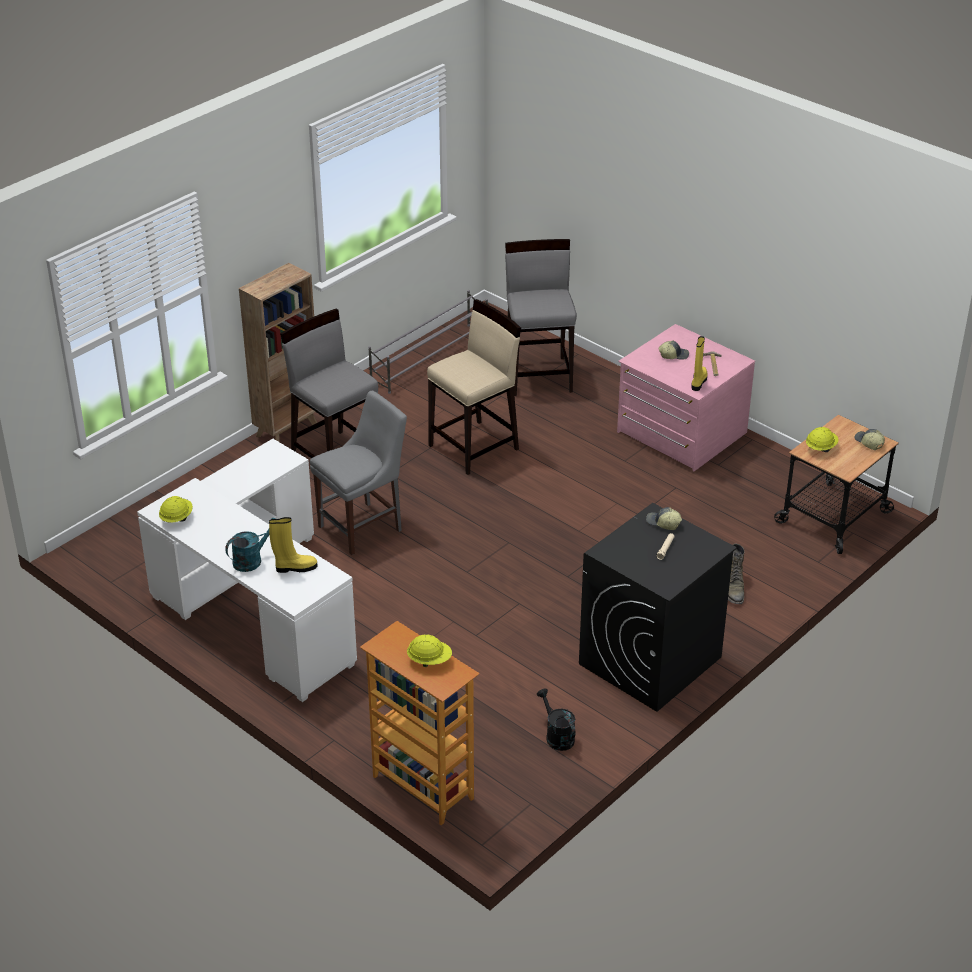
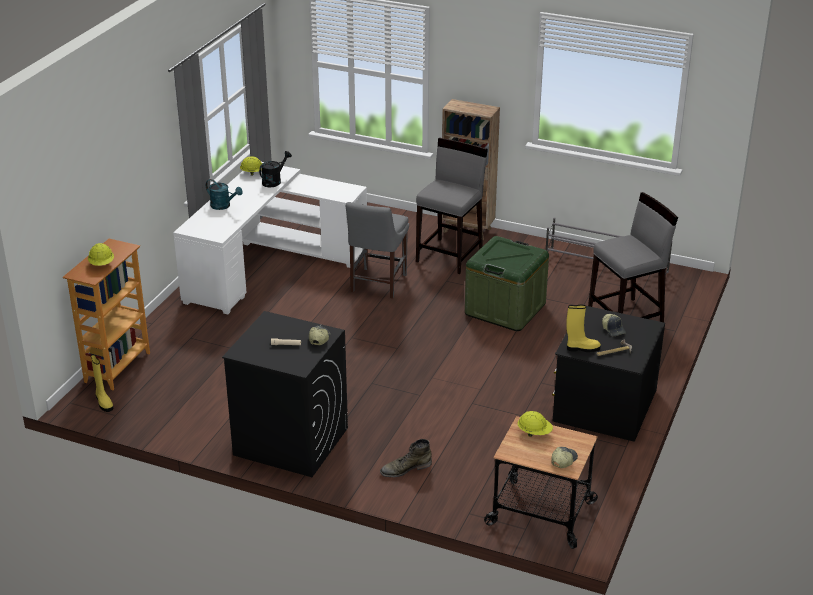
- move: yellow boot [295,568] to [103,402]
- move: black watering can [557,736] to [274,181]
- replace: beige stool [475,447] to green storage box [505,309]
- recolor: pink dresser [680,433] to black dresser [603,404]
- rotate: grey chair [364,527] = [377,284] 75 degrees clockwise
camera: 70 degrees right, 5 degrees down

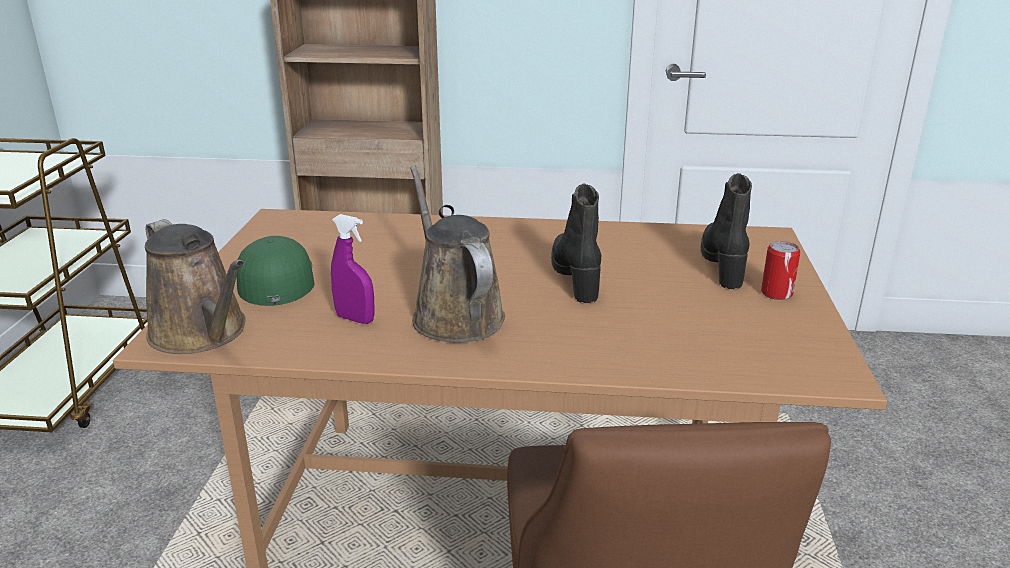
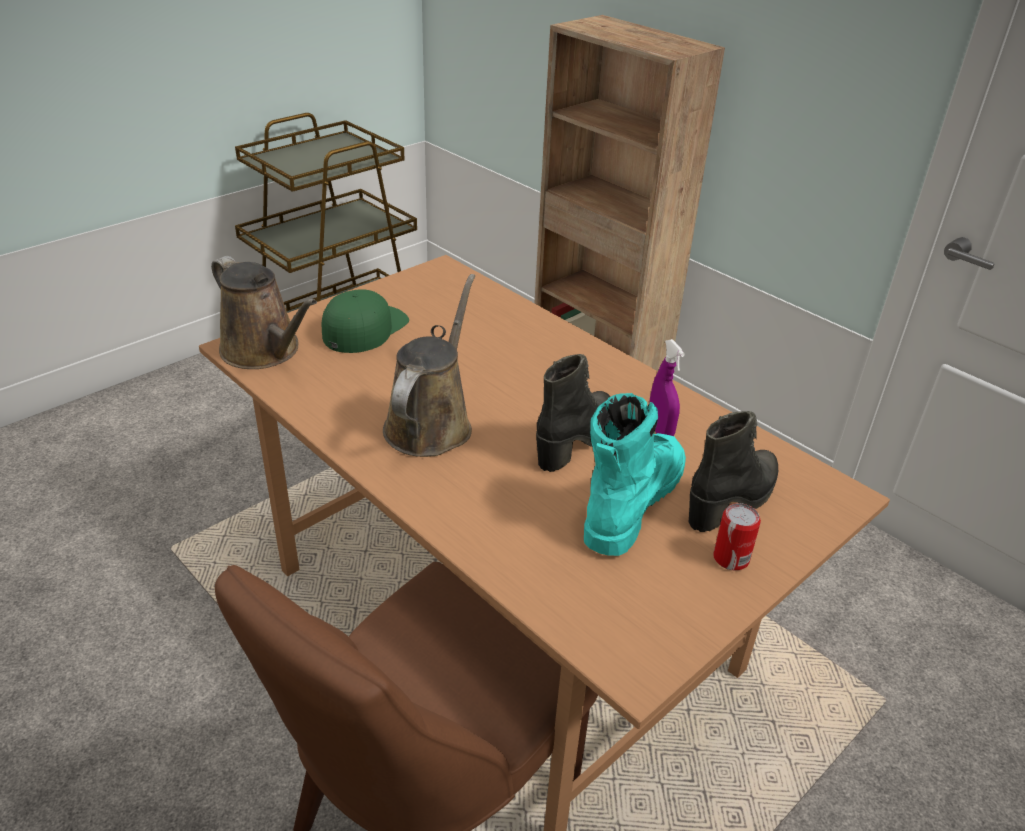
- insert: turquoise boot [631,501]
- move: purple spray bottle [355,319] to [660,431]
- rotate: brown watering can [202,333] = [265,351] 45 degrees counterclockwise
camera: 40 degrees right, 10 degrees up

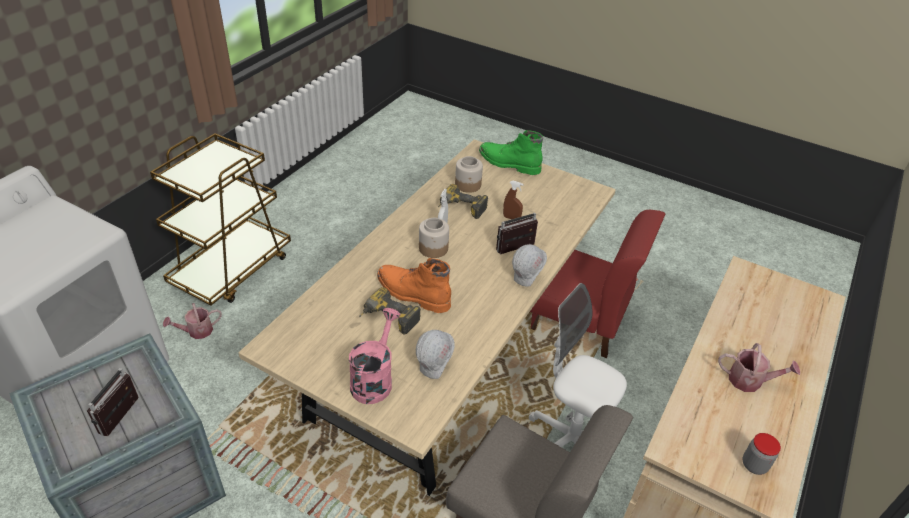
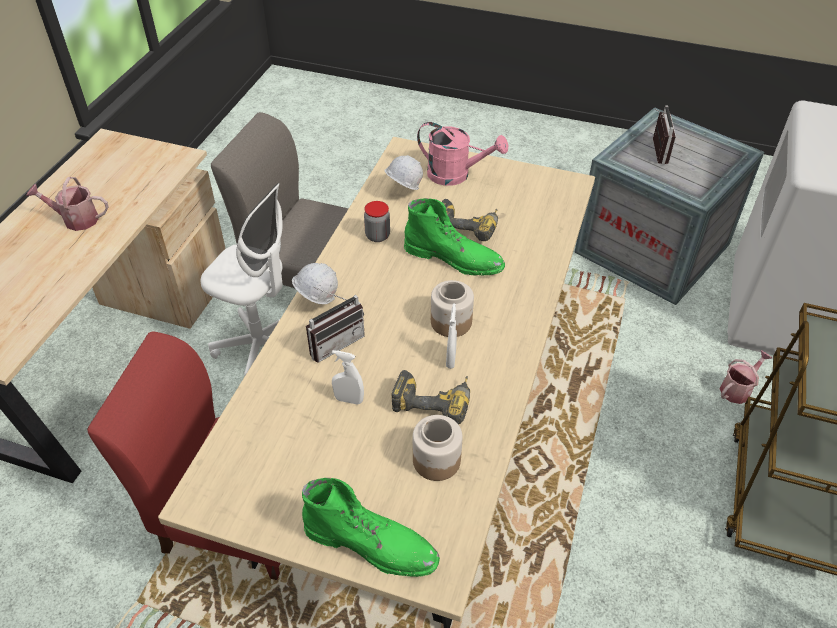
- move: jar [754,465] to [377,236]
- recolor: orange boot [412,293] to green boot [454,258]
- recolor: brown spray bottle [511,218] to white spray bottle [349,400]
- rotate: pink watering can [374,379] = [456,175] 75 degrees counterclockwise
camera: 170 degrees right, 5 degrees up

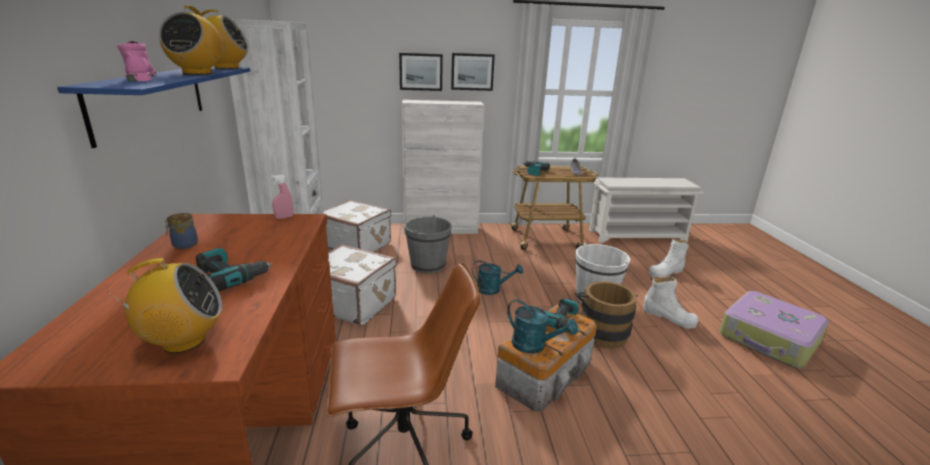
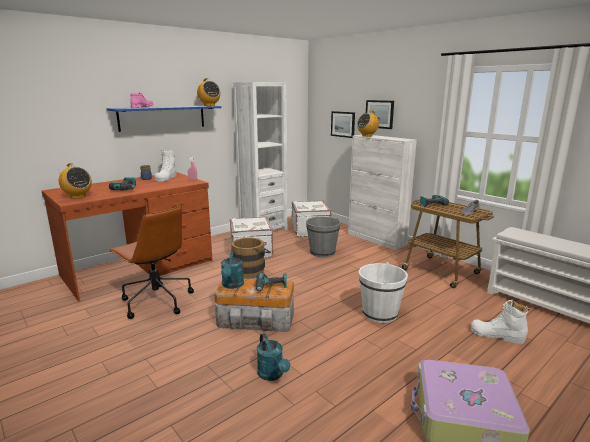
- move: radio [197,73] to [367,136]
- move: picture [472,72] to [343,124]
- move: turquoise watering can [493,289] to [272,375]
- move: brown bucket [601,331] to [251,271]
- move: white boot [669,317] to [166,178]
camera: 55 degrees right, 5 degrees down

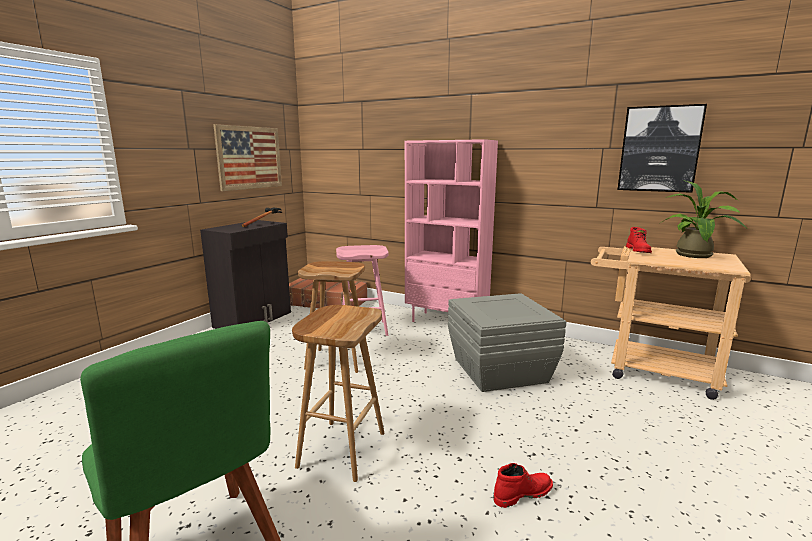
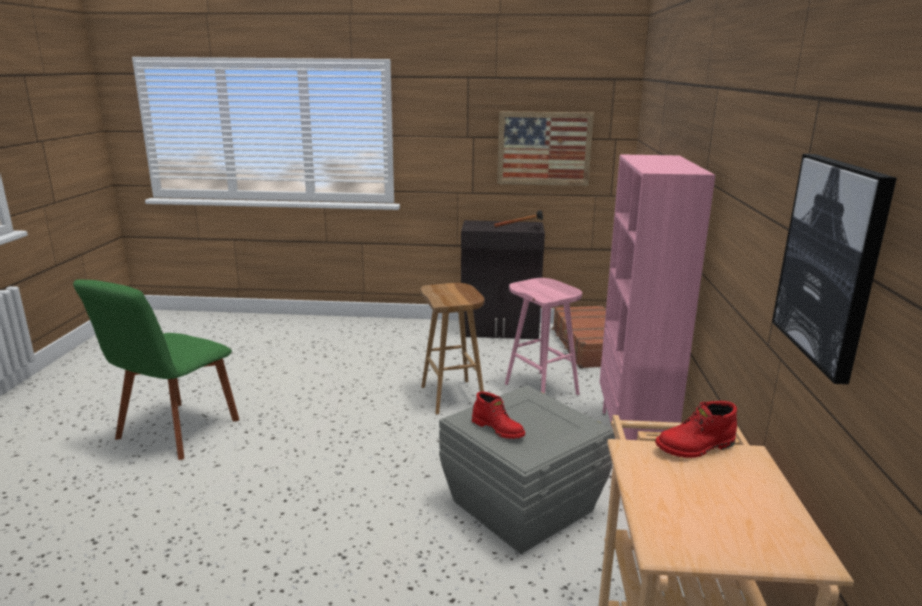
- delete: brown stool [341,448]
- delete: potted plant [695,256]
- move: red boot [522,493] to [498,429]
camera: 65 degrees right, 5 degrees up

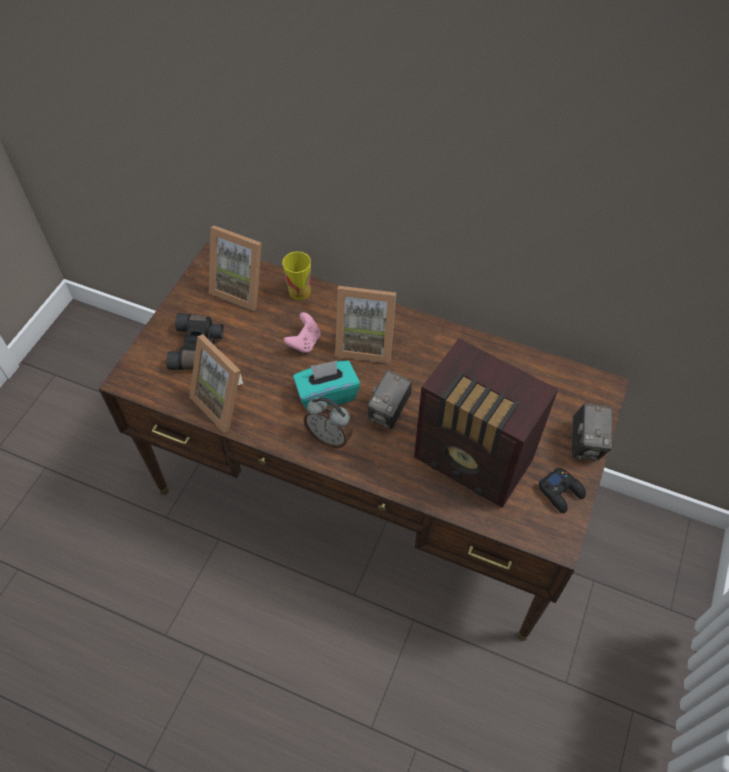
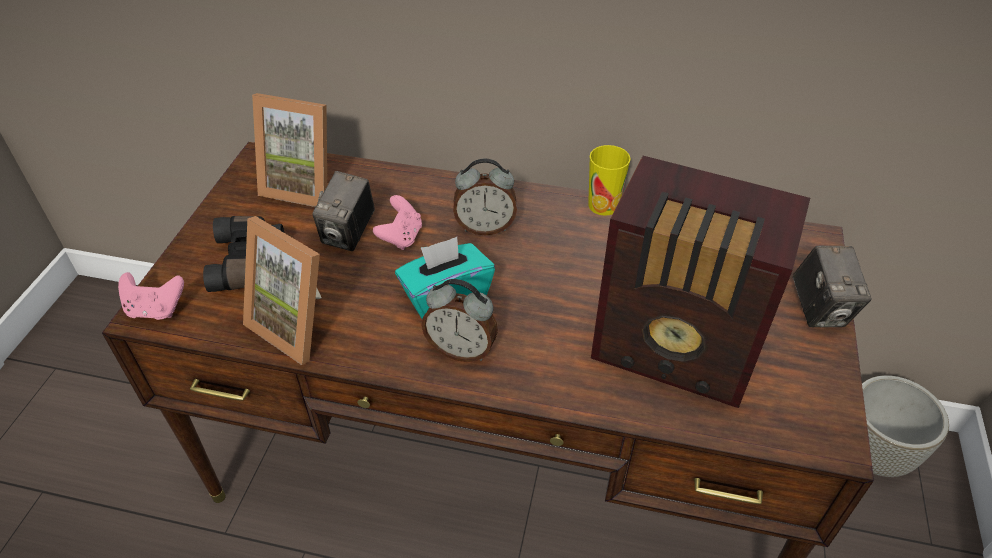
- delete: black game controller [561,492]
- insert: pink game controller [156,309]
- insert: grey planter [873,455]
- move: cup [299,291] to [603,205]
- move: photo camera [389,412] to [349,234]
- replace: picture frame [365,342] to alarm clock [485,227]
camera: 10 degrees left, 10 degrees down

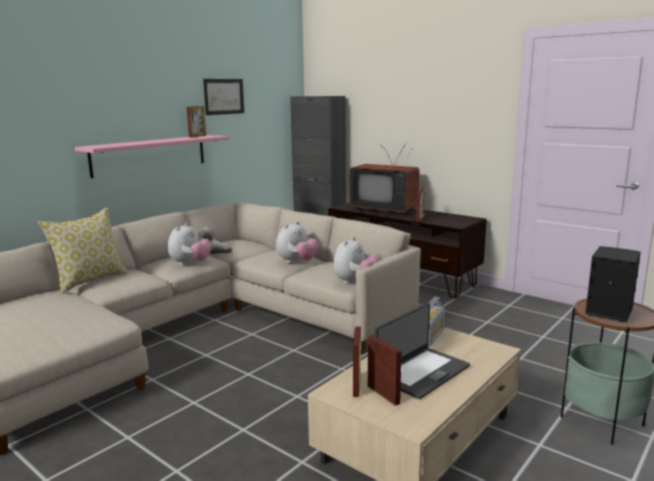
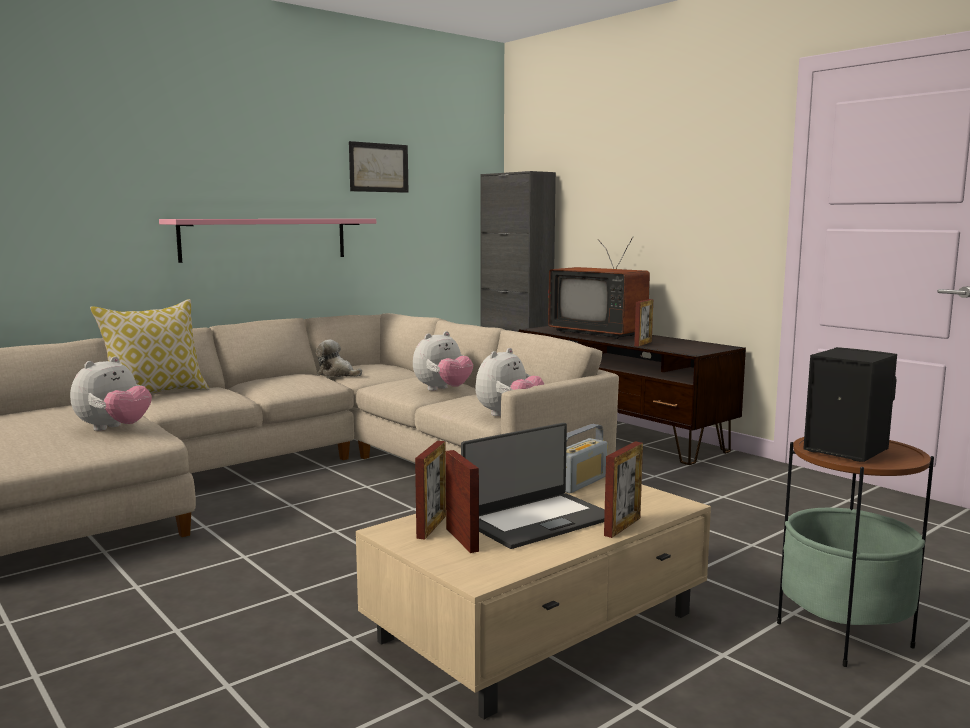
- move: plush toy [190,263] to [114,429]
- move: picture frame [197,136] to [622,526]
camera: 10 degrees right, 5 degrees down

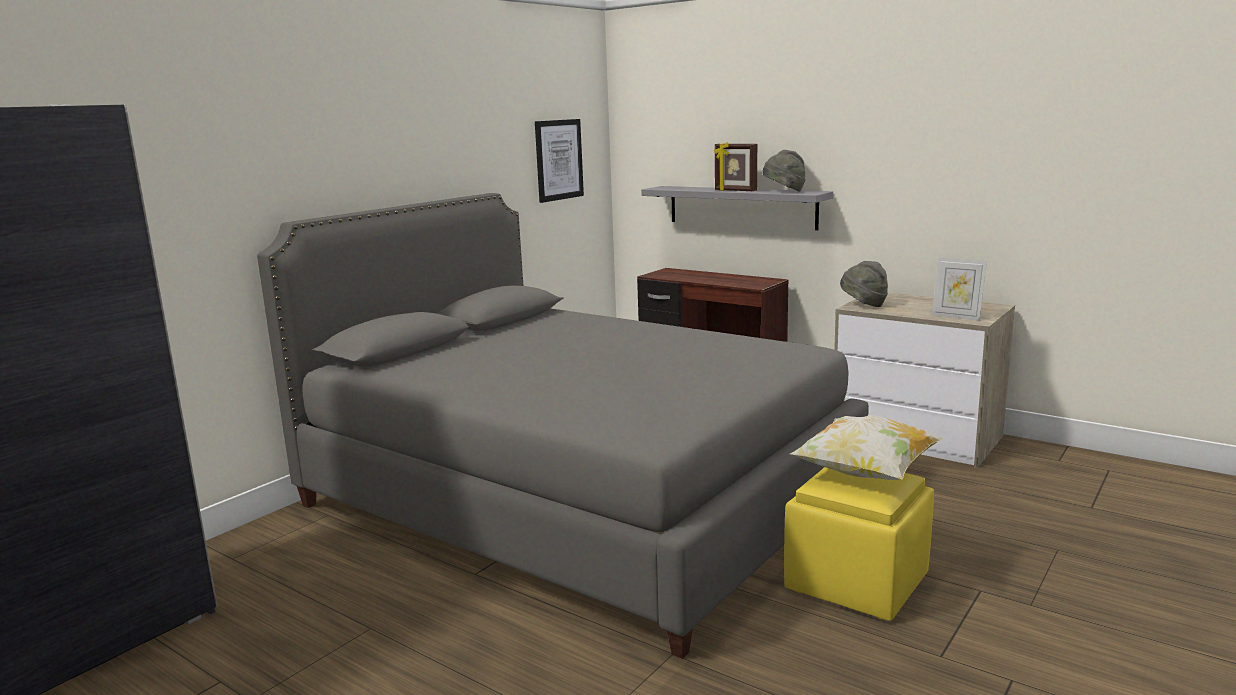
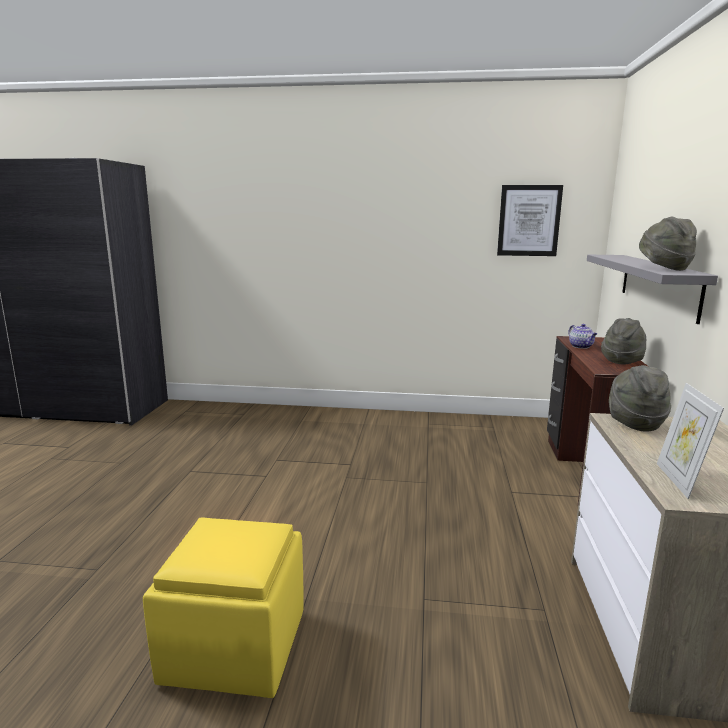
- delete: grey bed [577,498]
- delete: picture frame [735,191]
- delete: pillow [865,473]
- insert: teapot [581,346]
- insert: grey hat [622,360]
camera: 60 degrees right, 0 degrees up

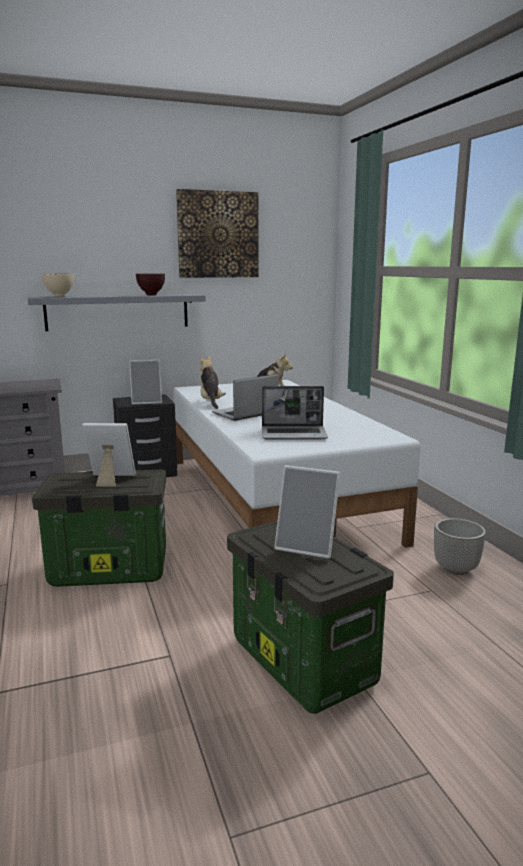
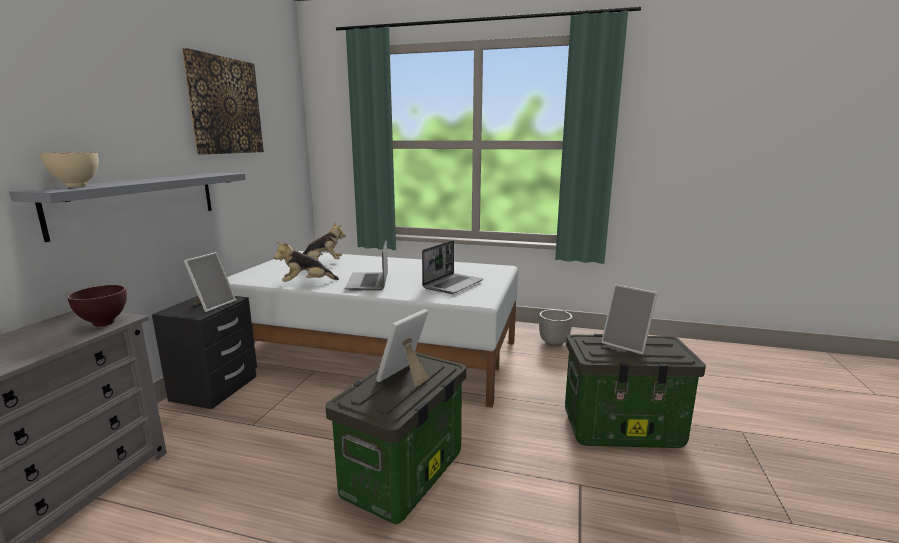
- move: brown bowl [150,295] to [103,324]
- rotate: plush toy [211,402] = [306,283] 45 degrees counterclockwise
- rotate: picture frame [307,546] = [627,344] 75 degrees clockwise
camera: 55 degrees left, 0 degrees up

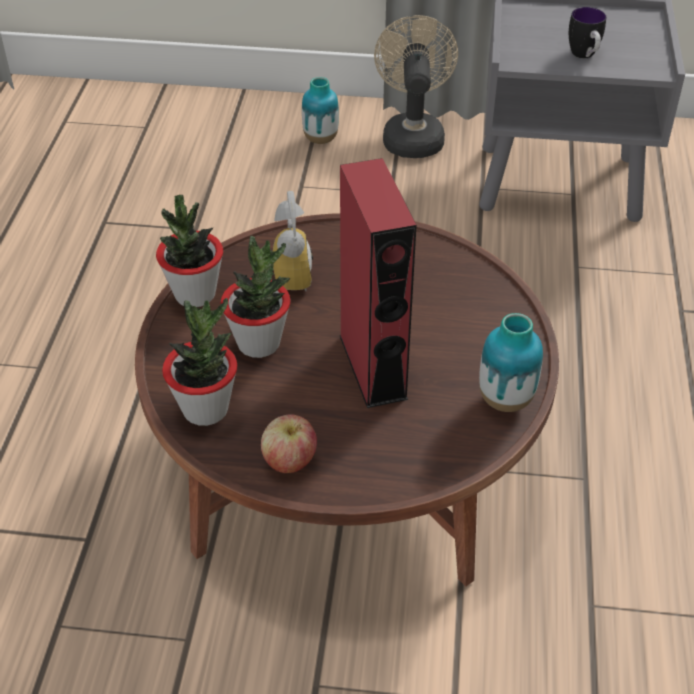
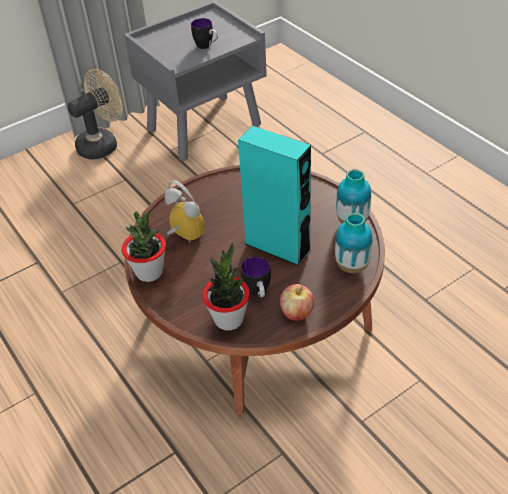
- delete: potted plant [259,343]
- insert: mug [258,294]
- move: vase [320,139] to [352,266]
- recolor: red speaker [372,366] to turquoise speaker [277,247]
- rotate: beige fan [412,135] = [103,144] 90 degrees clockwise
camera: 40 degrees left, 0 degrees up

